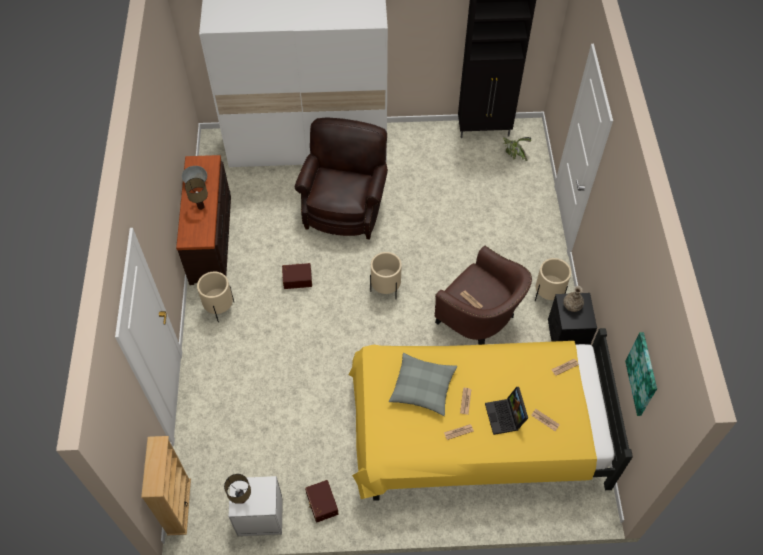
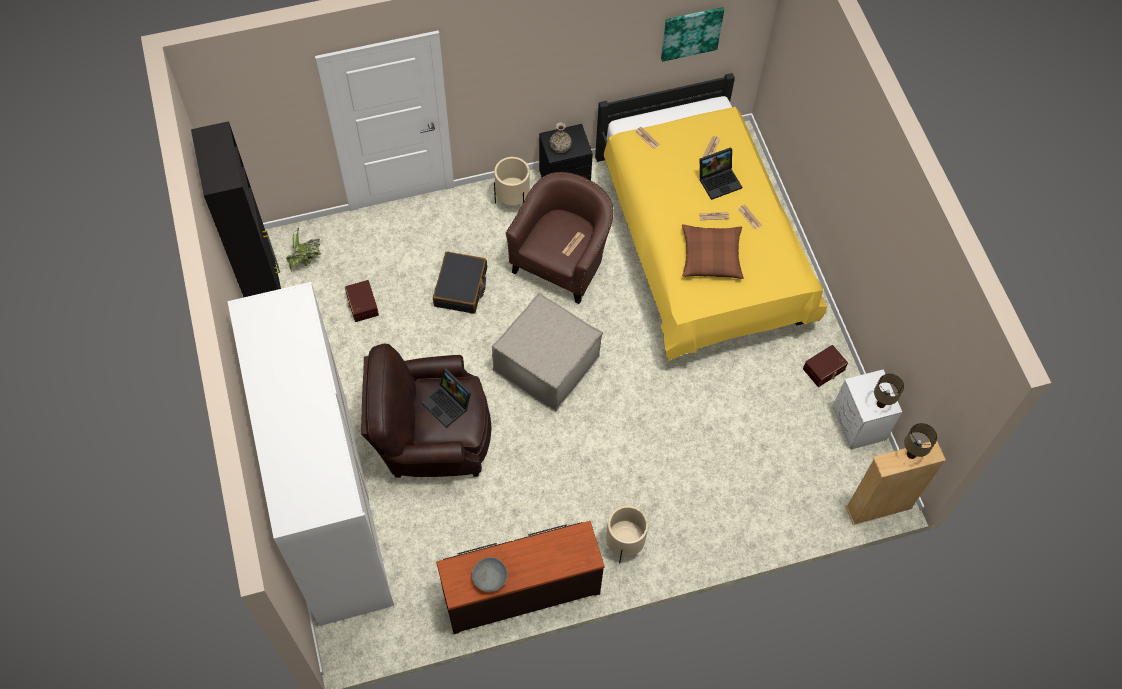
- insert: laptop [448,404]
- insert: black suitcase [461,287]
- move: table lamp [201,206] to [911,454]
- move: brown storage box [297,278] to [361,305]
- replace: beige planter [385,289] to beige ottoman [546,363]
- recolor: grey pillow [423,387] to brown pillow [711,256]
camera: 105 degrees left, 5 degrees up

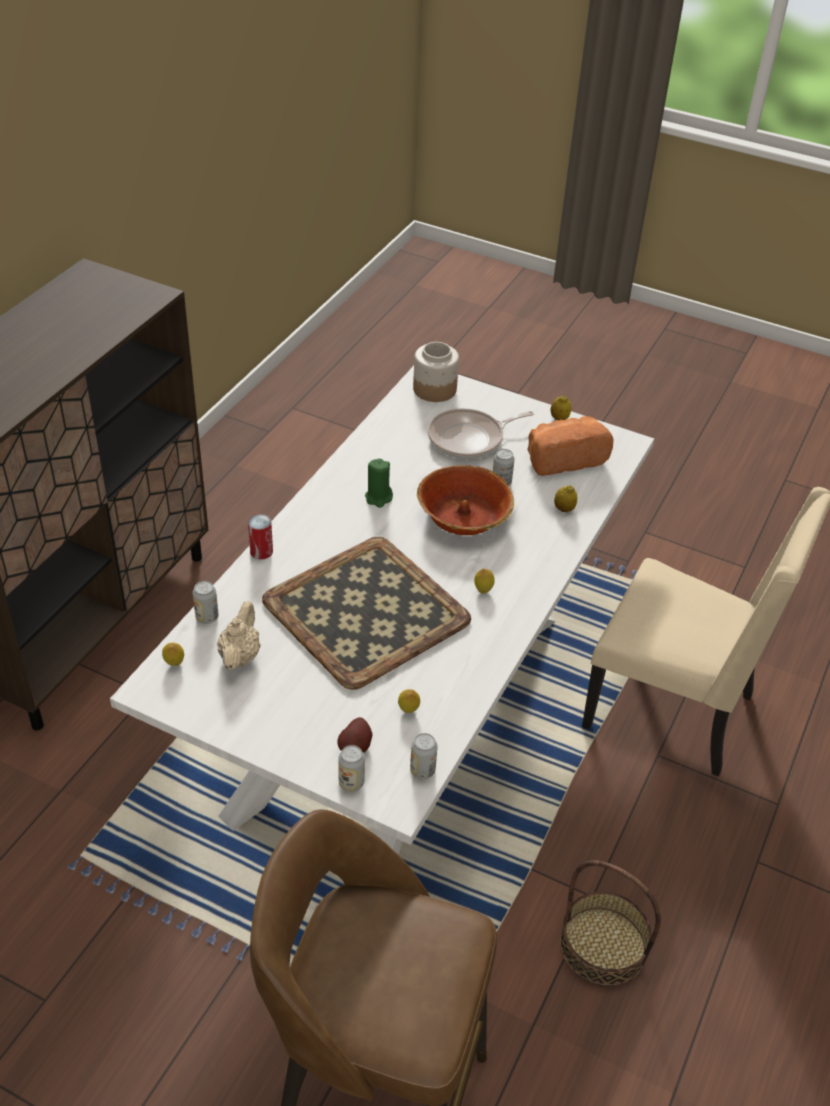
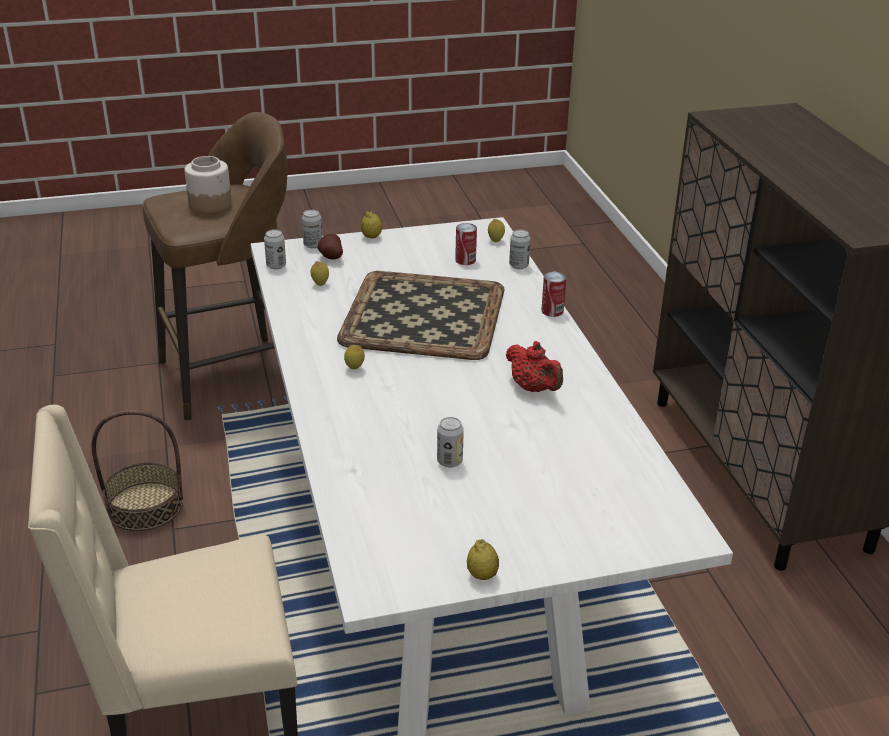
- delete: bowl [463,518]
- delete: frying pan [469,439]
- delete: bread [563,458]
- move: jar [434,389] to [210,204]
- move: lemon [564,509] to [371,237]
- replace: beige teapot [240,656] to can [465,260]
- replace: green candle [378,498] to red teapot [533,388]
camera: 140 degrees right, 10 degrees down

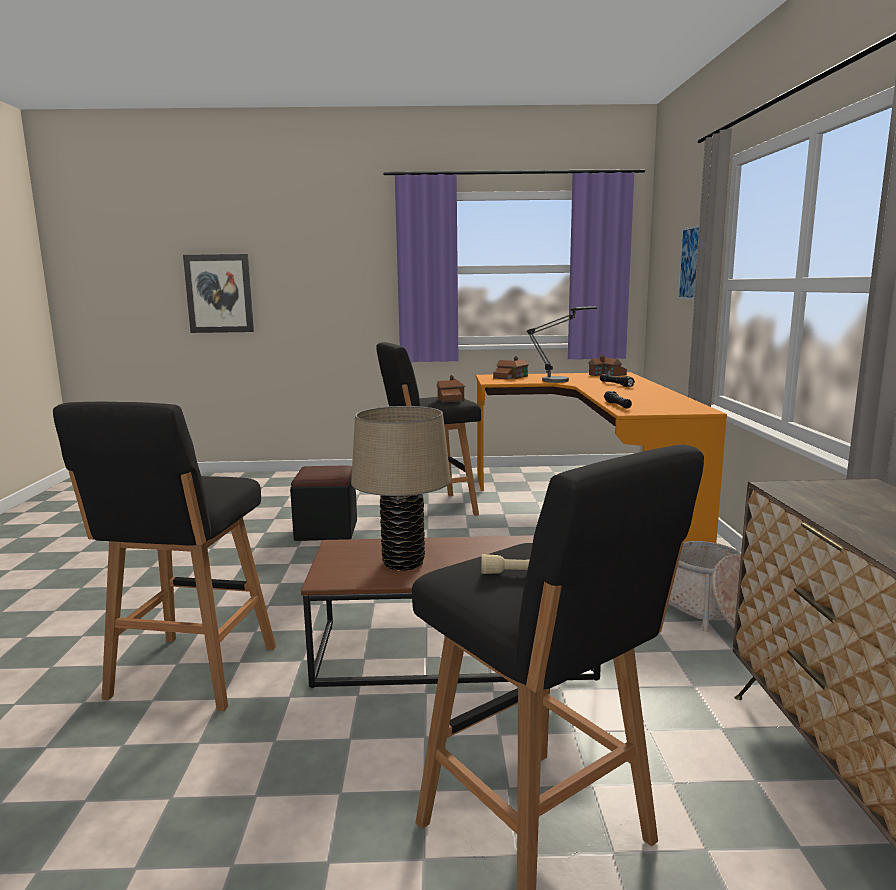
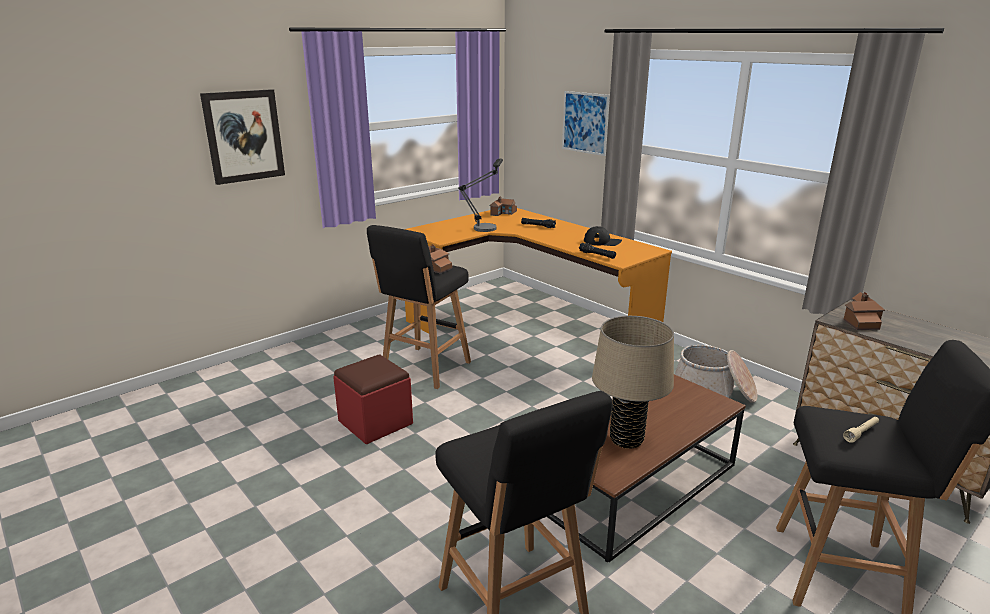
- insert: black cap [602,242]
- move: picture [219,293] to [244,136]
- move: toy house [510,377] to [860,321]
- recolor: black ottoman [326,530] to red ottoman [375,422]
camera: 40 degrees left, 10 degrees up

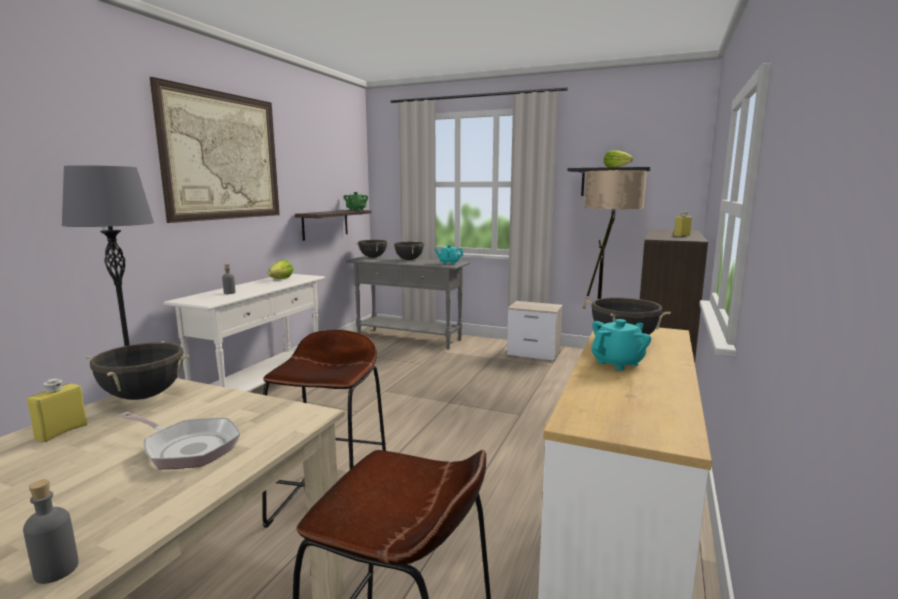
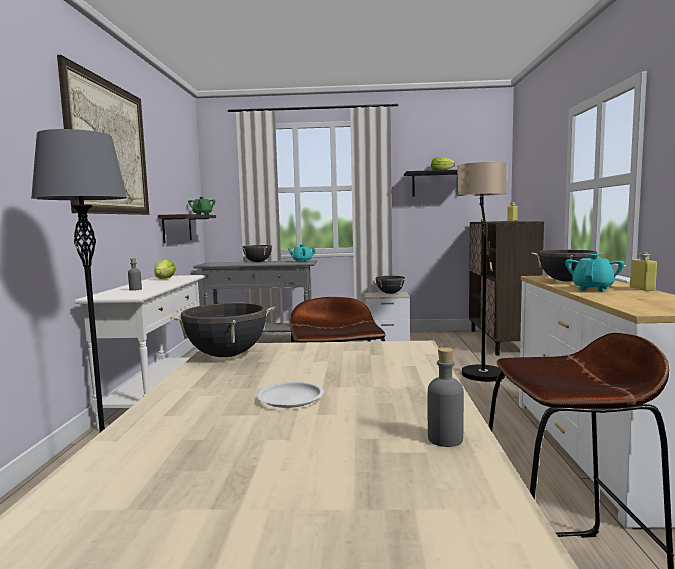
- delete: frying pan [187,448]
- insert: white plate [290,399]
- move: yellow bottle [61,432] to [642,289]
- move: black cooking pot [373,257] to [390,293]
camera: 20 degrees left, 5 degrees down

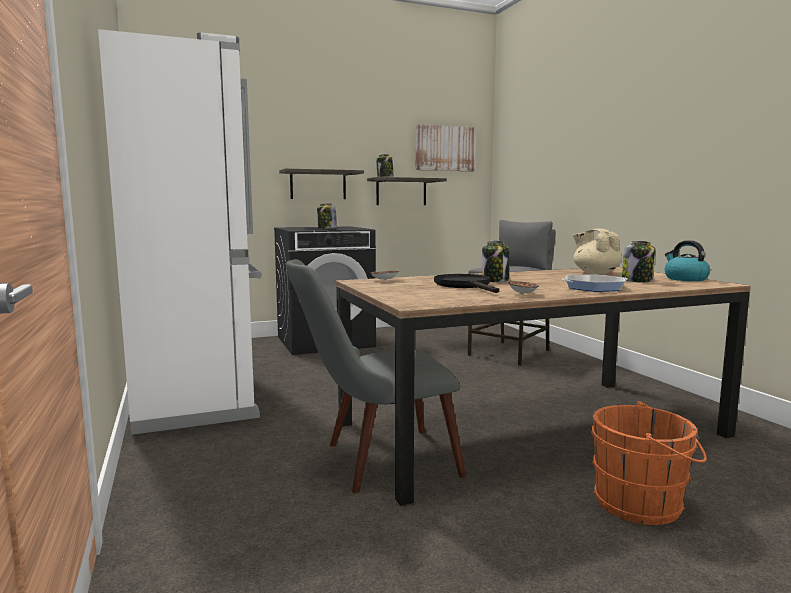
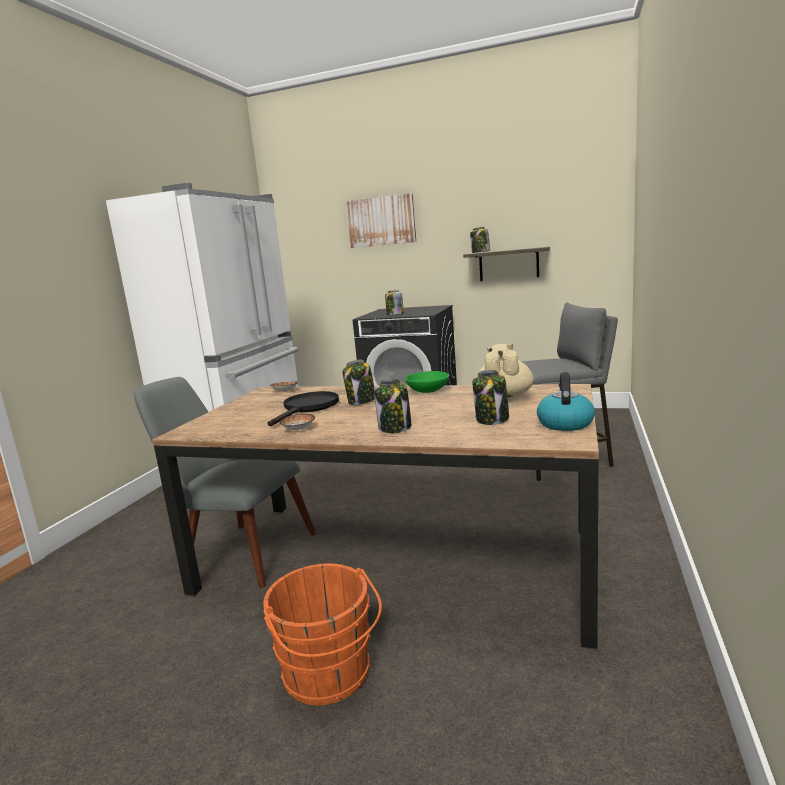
- delete: shelf [318,185]
- insert: green bowl [427,391]
- move: picture [445,148] to [381,221]
- replace: frying pan [594,288] to jar [395,428]
camera: 40 degrees right, 5 degrees up

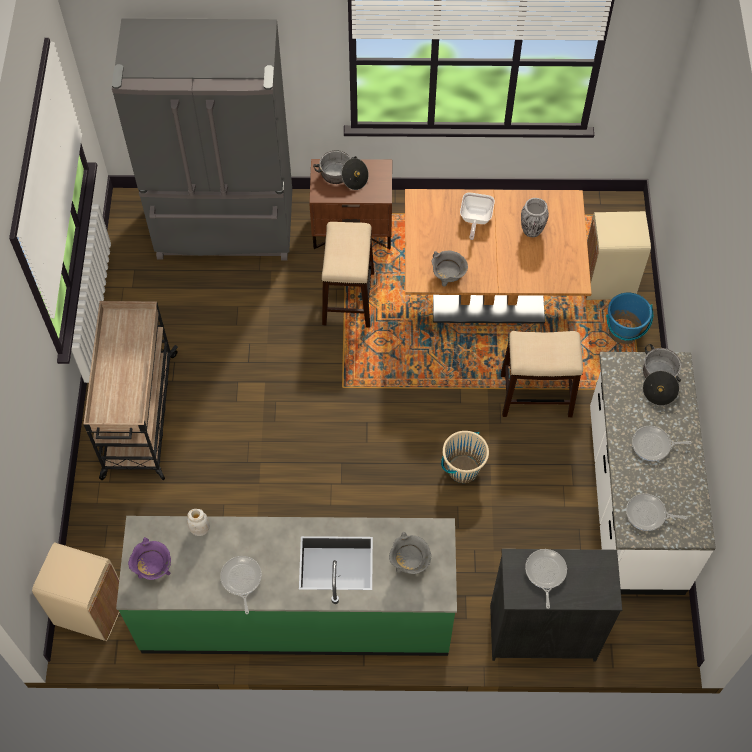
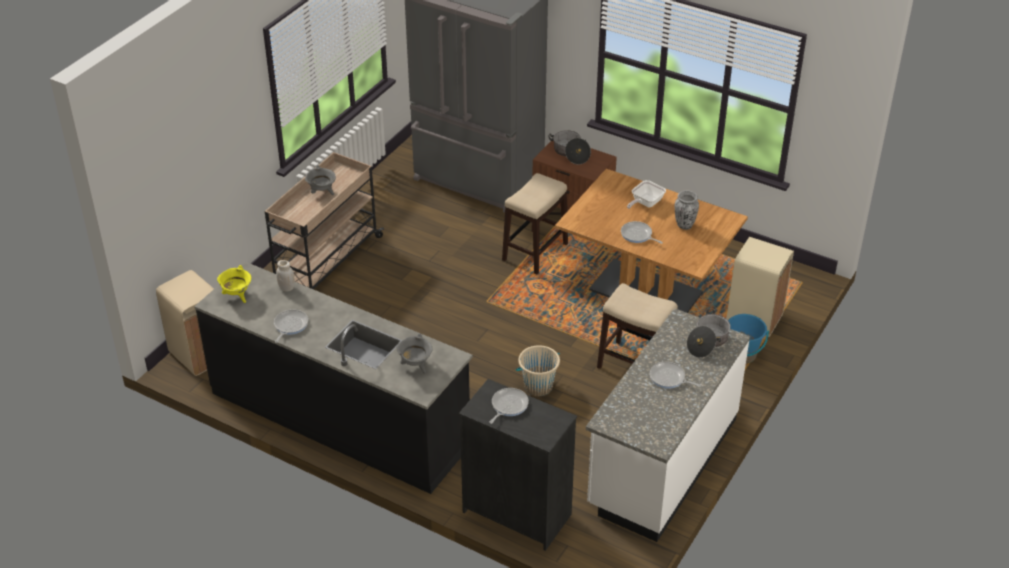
- move: grey cooking pot [447,278] to [322,192]
- move: frying pan [648,514] to [637,235]
- recolor: green counter [296,612] to black counter [340,418]
- recolor: purple cooking pot [154,569] to yellow cooking pot [237,296]
camera: 30 degrees right, 20 degrees down

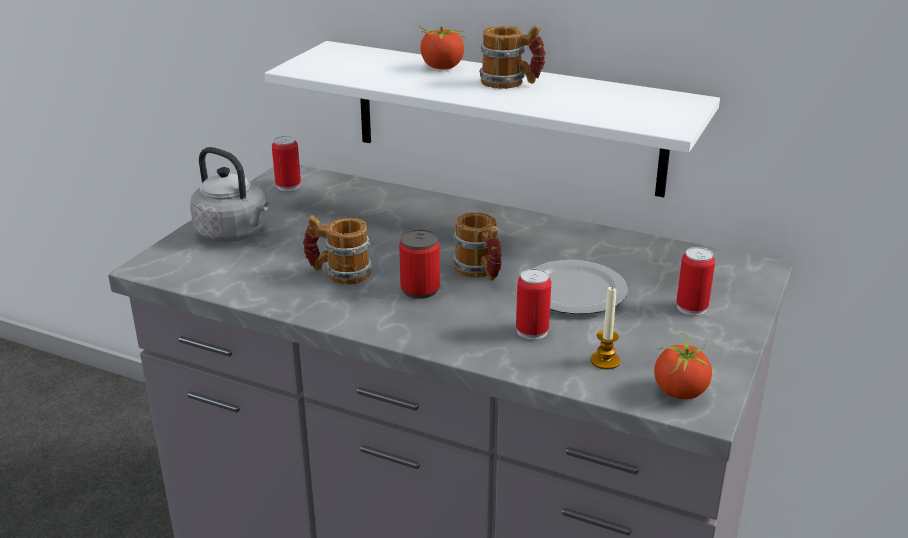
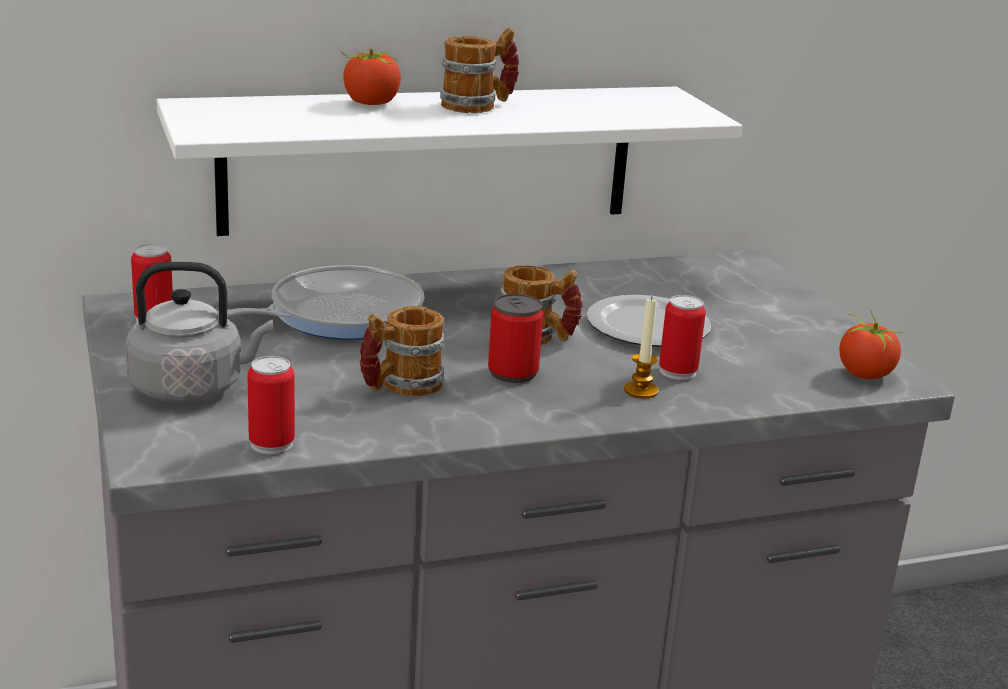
- insert: frying pan [337,314]
- move: candle [605,361] to [641,391]
- move: can [691,307] to [271,444]
camera: 45 degrees left, 5 degrees down

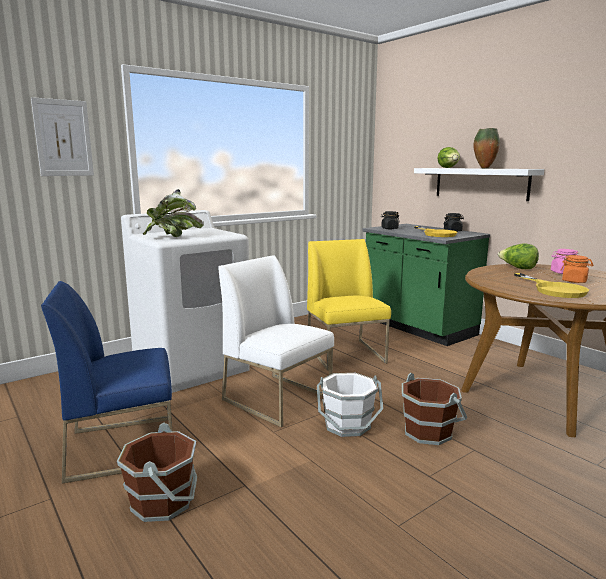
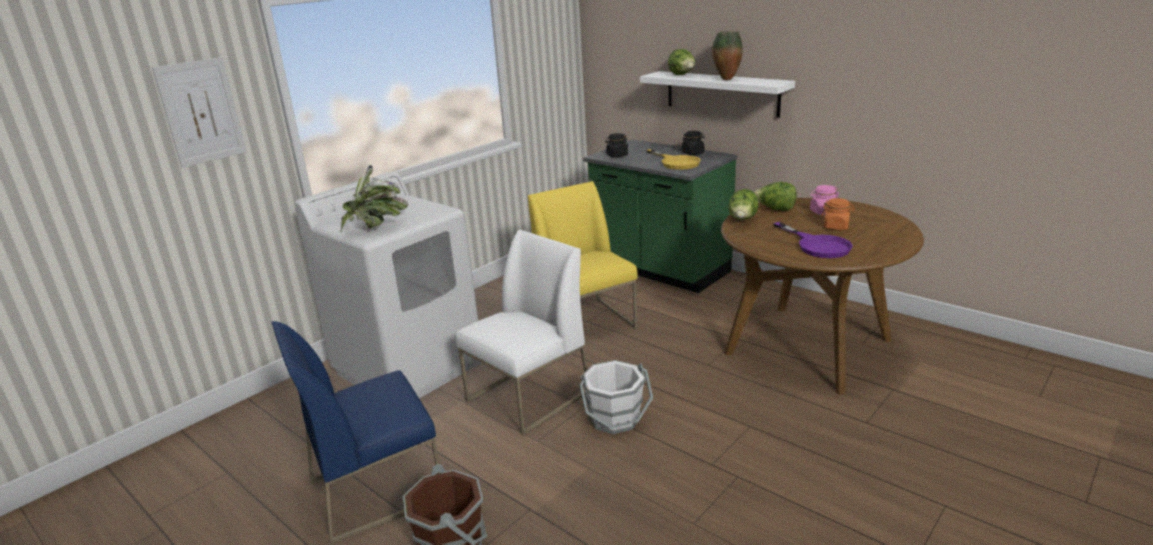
- delete: brown bucket [428,431]
- insert: lettuce [742,220]
- recolor: yellow frying pan [554,290] to purple frying pan [817,245]
- rotate: white chair [278,399] = [528,397] 105 degrees clockwise
camera: 10 degrees left, 10 degrees up

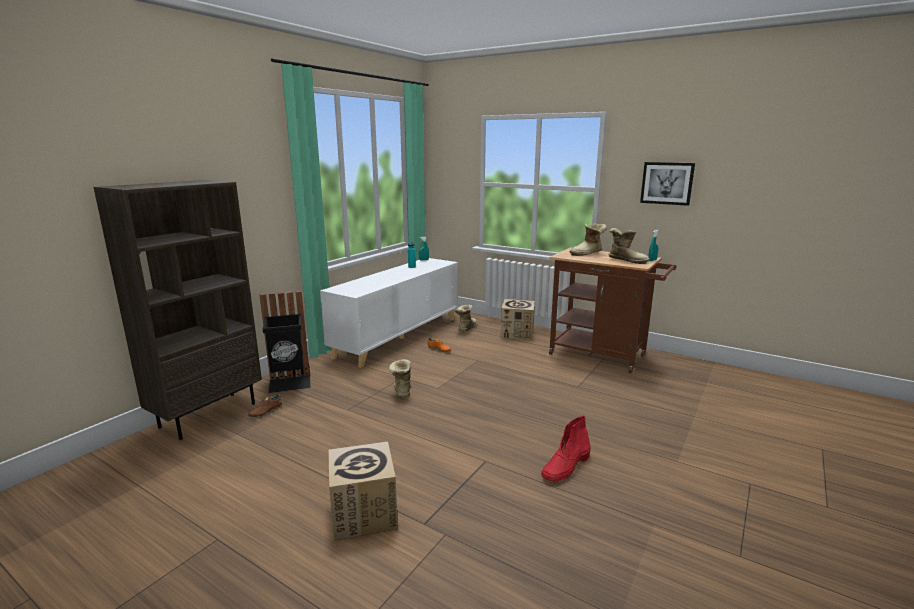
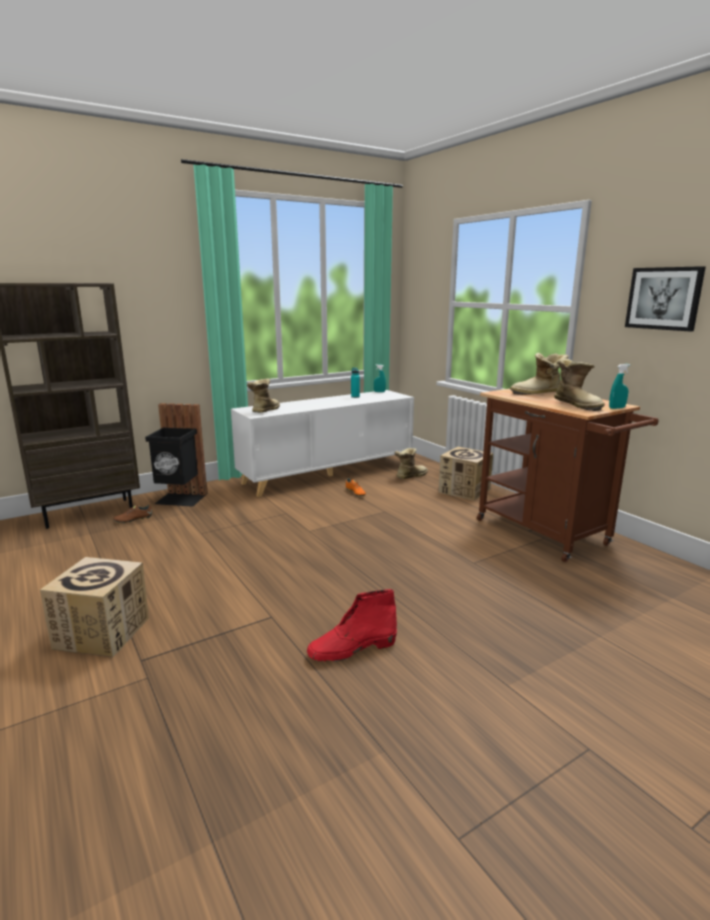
- move: boot [401,391] to [264,411]
camera: 25 degrees right, 0 degrees up

